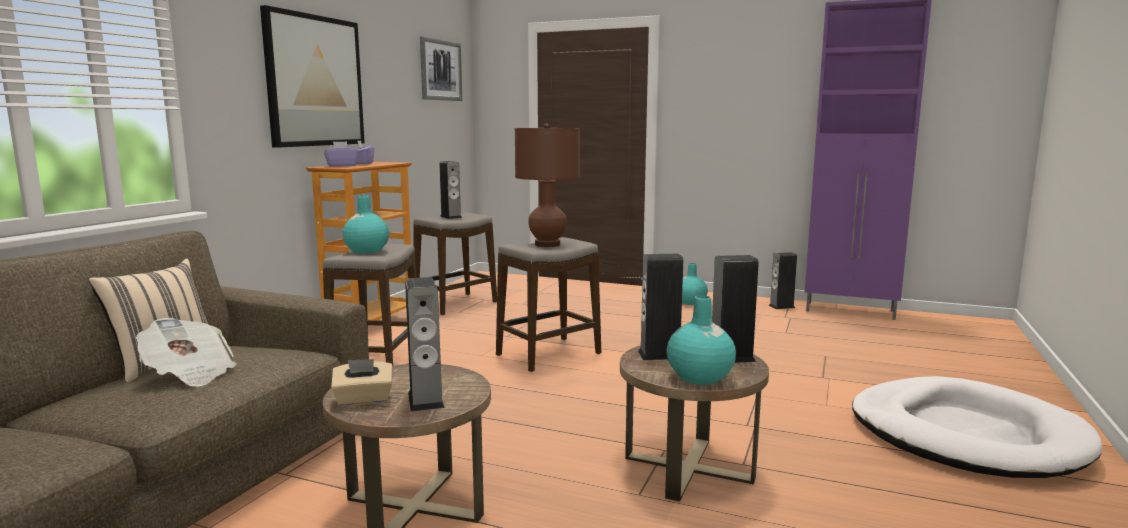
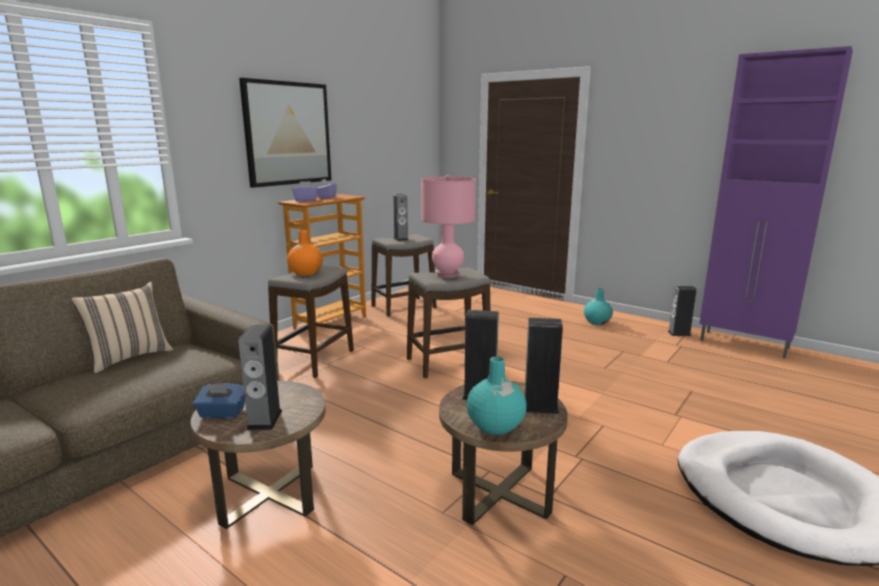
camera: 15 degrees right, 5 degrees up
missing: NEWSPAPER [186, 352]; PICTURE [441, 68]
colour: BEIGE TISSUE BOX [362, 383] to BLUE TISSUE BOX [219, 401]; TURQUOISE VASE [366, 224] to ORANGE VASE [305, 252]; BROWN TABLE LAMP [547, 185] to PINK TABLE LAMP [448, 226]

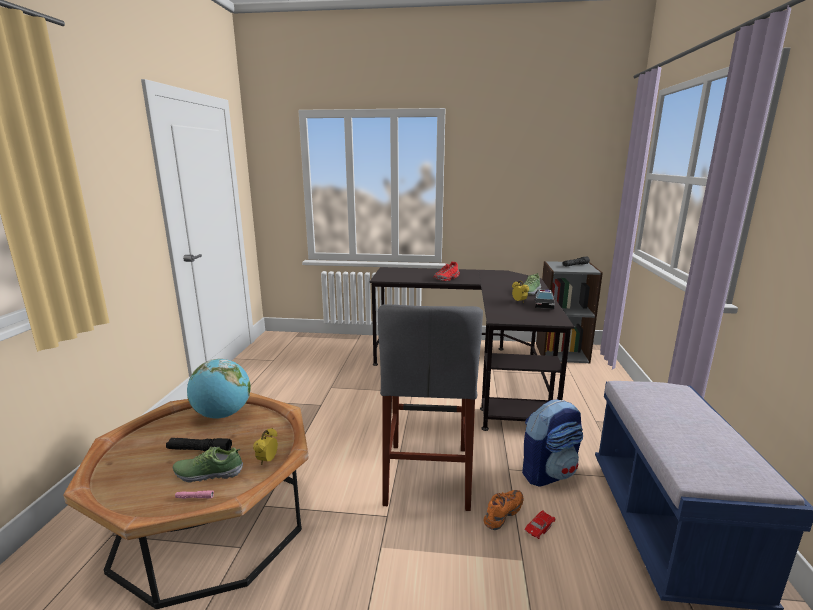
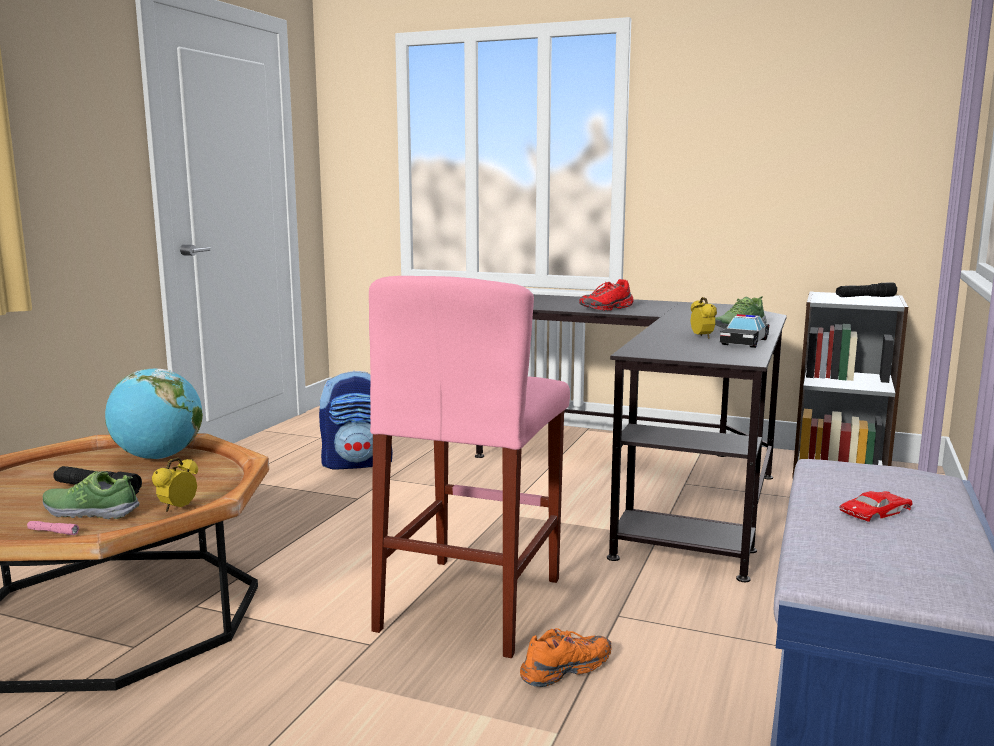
camera: 15 degrees right, 5 degrees down
relocated: BACKPACK [552, 443] to [356, 420]; RED TOY CAR [540, 524] to [875, 506]
colour: GREY STOOL [430, 407] to PINK STOOL [469, 467]

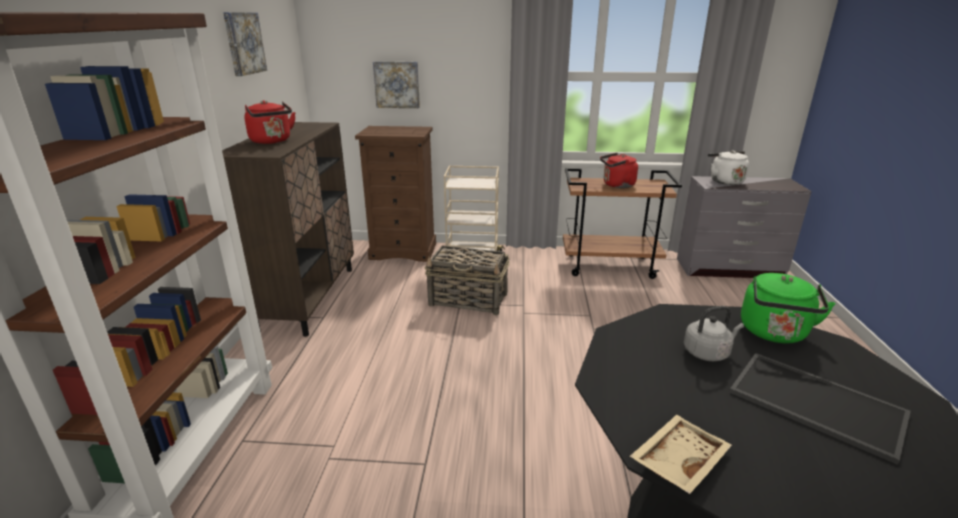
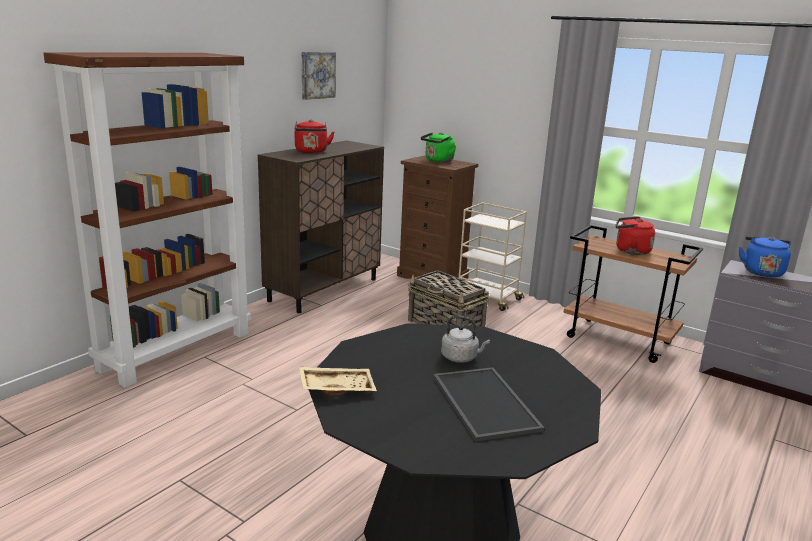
camera: 30 degrees right, 5 degrees down
missing: PICTURE [396, 84]
relocated: GREEN KETTLE [788, 308] to [438, 147]
colour: WHITE KETTLE [728, 167] to BLUE KETTLE [765, 256]

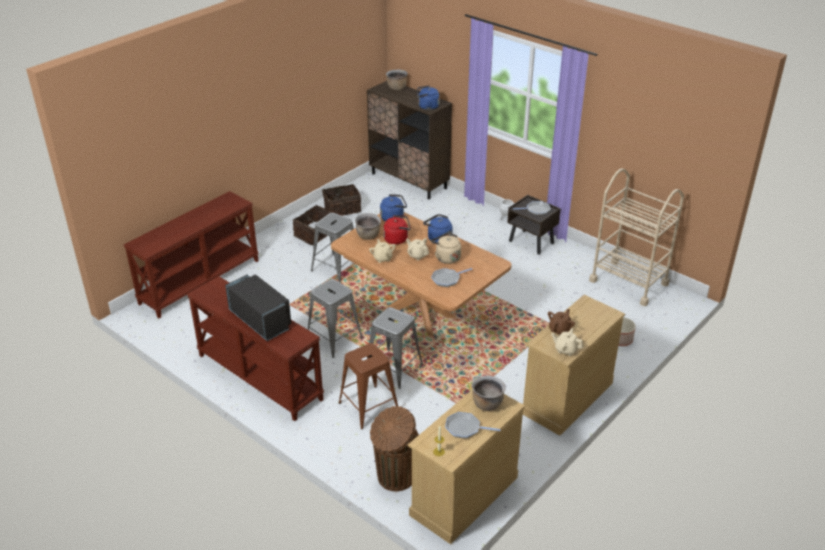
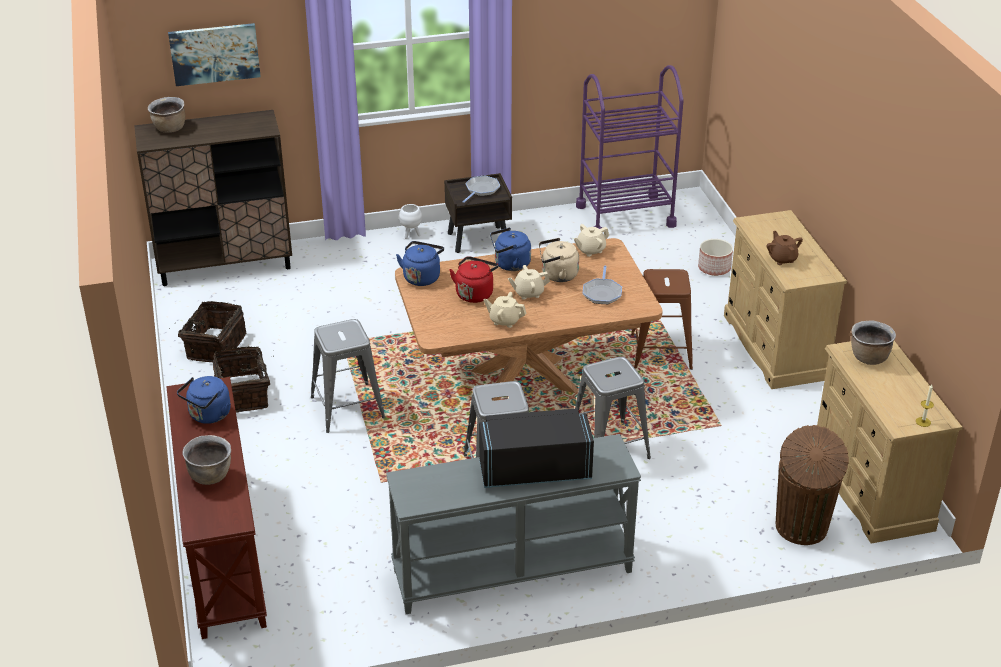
camera: 55 degrees left, 0 degrees up
missing: FRYING PAN [473, 425]
appeared: PICTURE [214, 54]
relocated: BROWN STOOL [368, 386] to [662, 319]; BROWN COOKING POT [368, 226] to [206, 460]; BLUE KETTLE [428, 97] to [204, 400]; BEIGE TEAPOT [567, 342] to [591, 240]
colour: BROWN CONSOLE TABLE [255, 348] to GREY CONSOLE TABLE [513, 524]; BEIGE CART [636, 237] to PURPLE CART [630, 147]

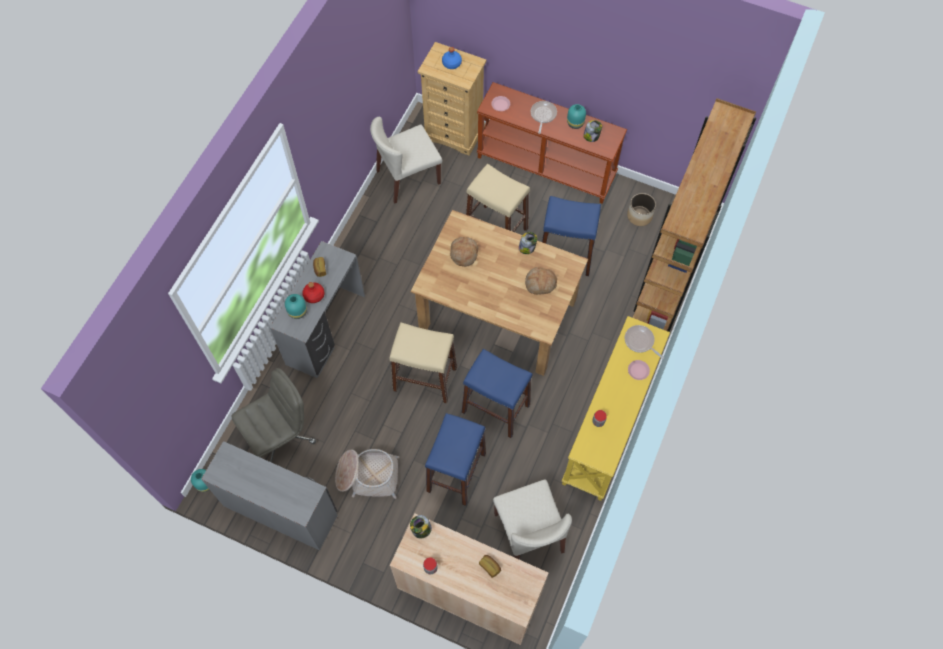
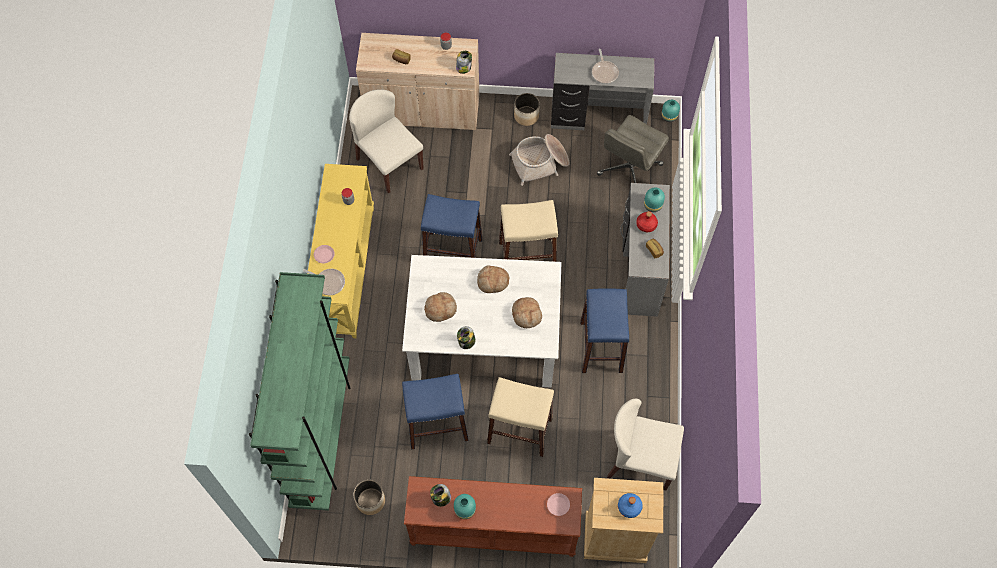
camera: 160 degrees right, 0 degrees up
appeared: BREAD [493, 279]; PLANTER [527, 109]
relocated: BLUE STOOL [455, 459] to [604, 331]; FRYING PAN [544, 117] to [605, 66]
colour: BROWN DINING TABLE [499, 293] to WHITE DINING TABLE [482, 321]; BROWN BOOKCASE [694, 215] to GREEN BOOKCASE [300, 391]
spun: BEIGE CHAIR [406, 160] = [645, 444] 120 degrees counterclockwise

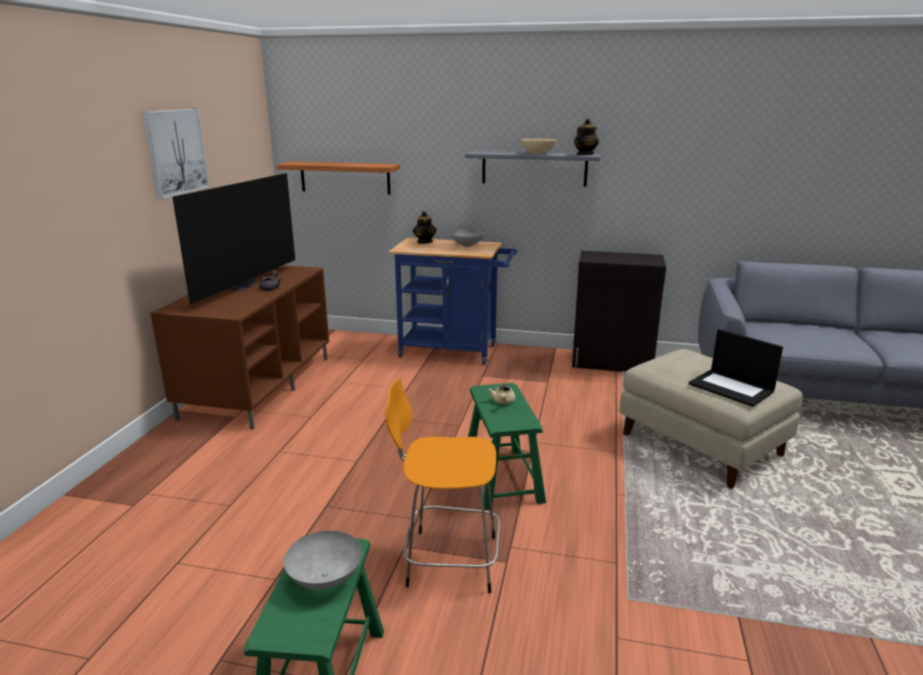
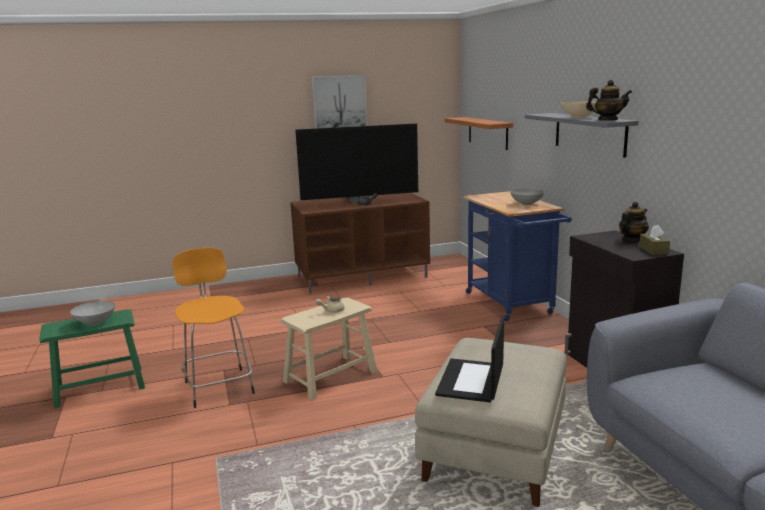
camera: 60 degrees right, 5 degrees down
appeared: BROWN TISSUE BOX [654, 240]
relocated: TEAPOT [425, 227] to [634, 222]
colour: GREEN STOOL [507, 446] to BEIGE STOOL [329, 349]

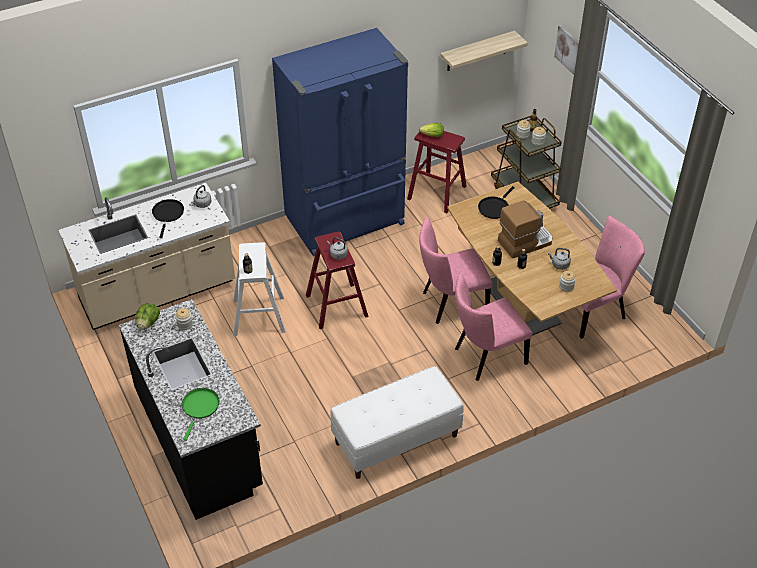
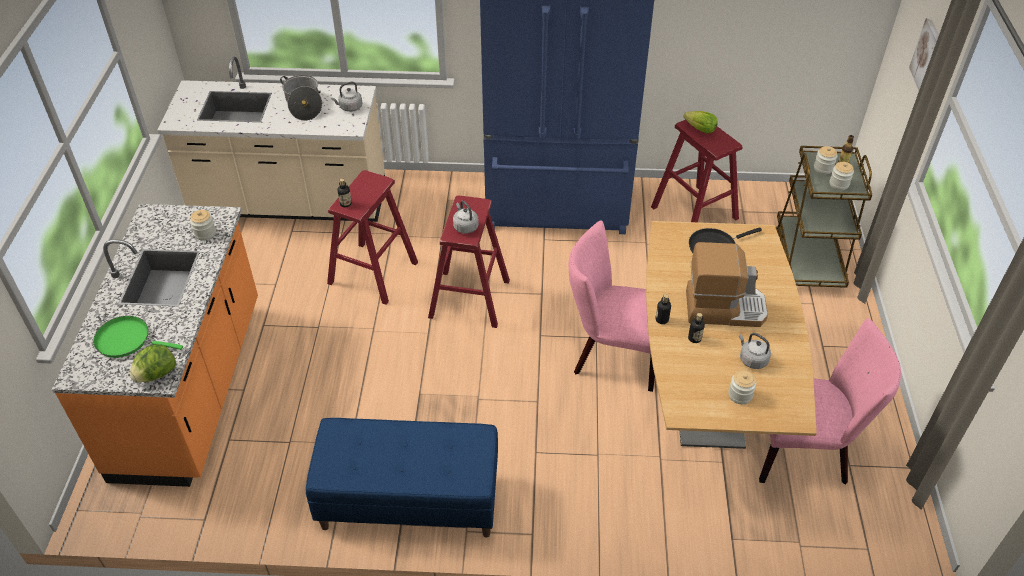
camera: 30 degrees right, 0 degrees up
missing: SHELF [484, 51]; PINK CHAIR [494, 327]
relocated: LETTUCE [147, 316] to [153, 363]
exchanged: BLACK FRYING PAN [168, 218] to COOKING POT [301, 98]
colour: BLACK COUNTER [191, 409] to ORANGE COUNTER [155, 345]; WHITE STOOL [259, 289] to RED STOOL [372, 237]; WHITE BENCH [397, 422] to BLUE BENCH [402, 478]
spun: GREEN FRYING PAN [200, 414] = [138, 337] 120 degrees counterclockwise

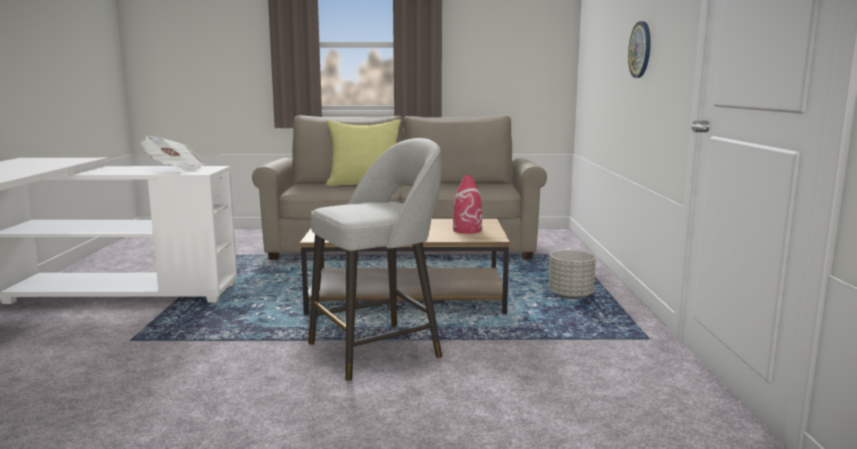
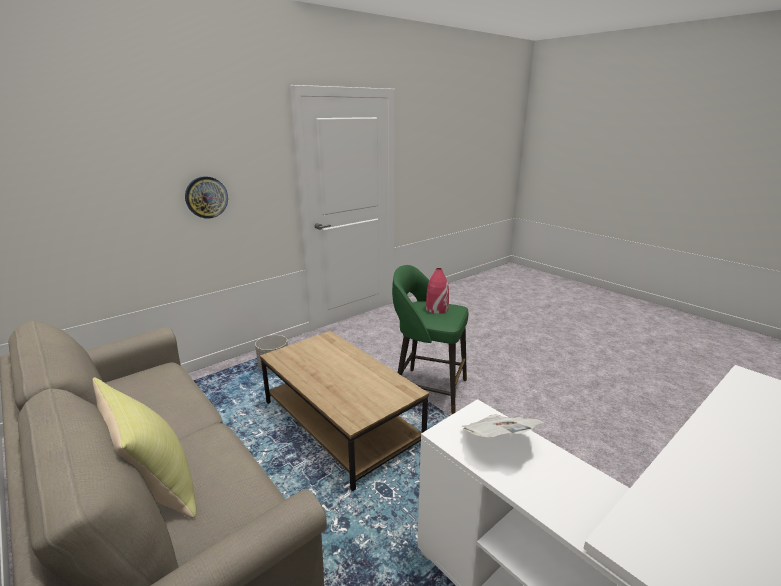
camera: 130 degrees left, 10 degrees up
relocated: RED VASE [467, 204] to [437, 291]
colour: GREY STOOL [375, 259] to GREEN STOOL [430, 339]

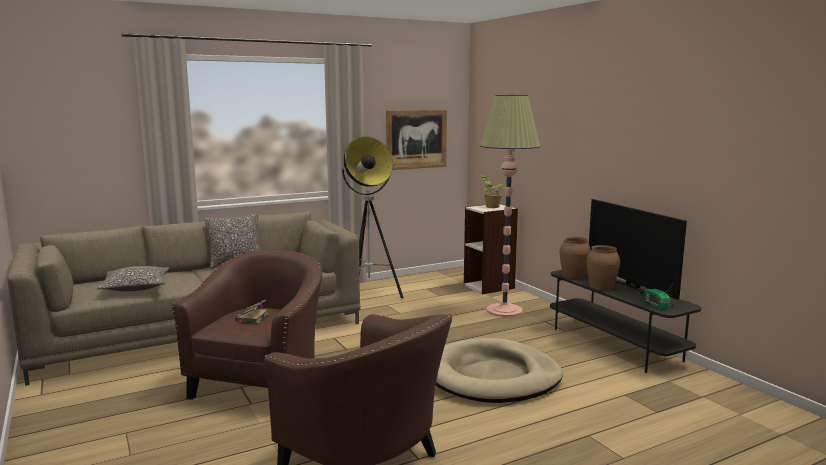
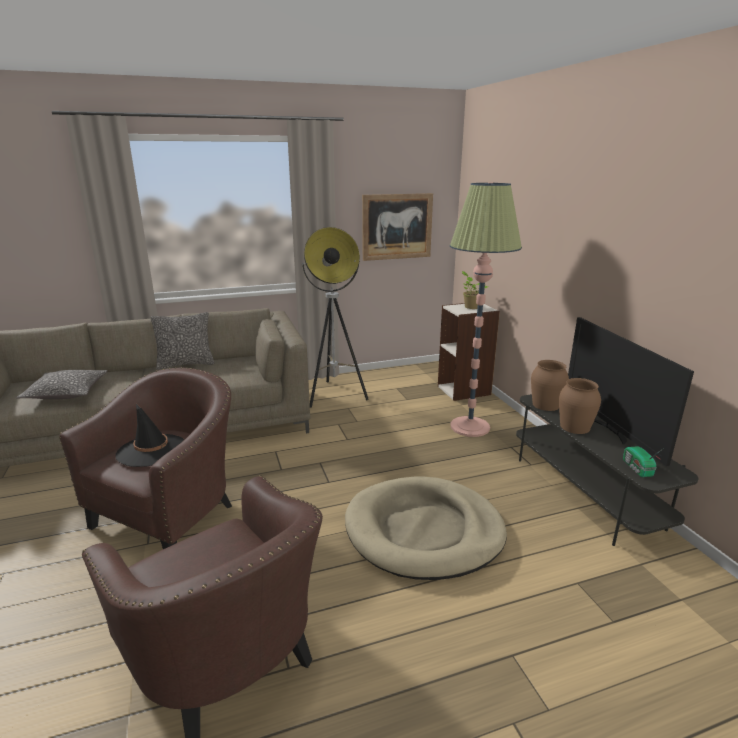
camera: 10 degrees right, 10 degrees up
exchanged: BOOK [252, 312] to BLACK HAT [150, 435]

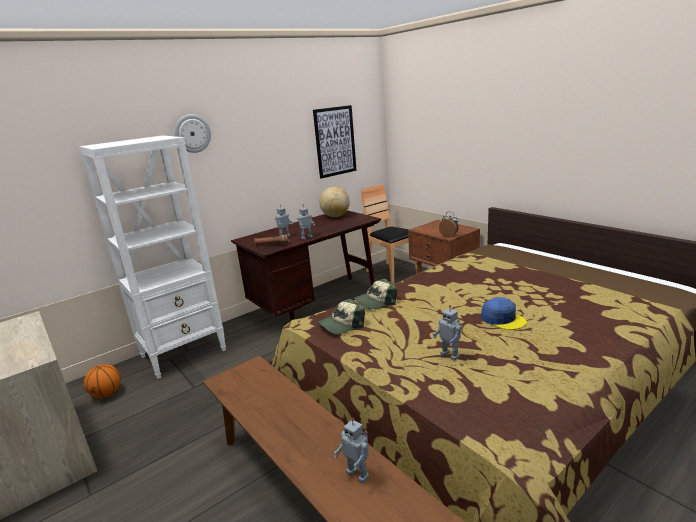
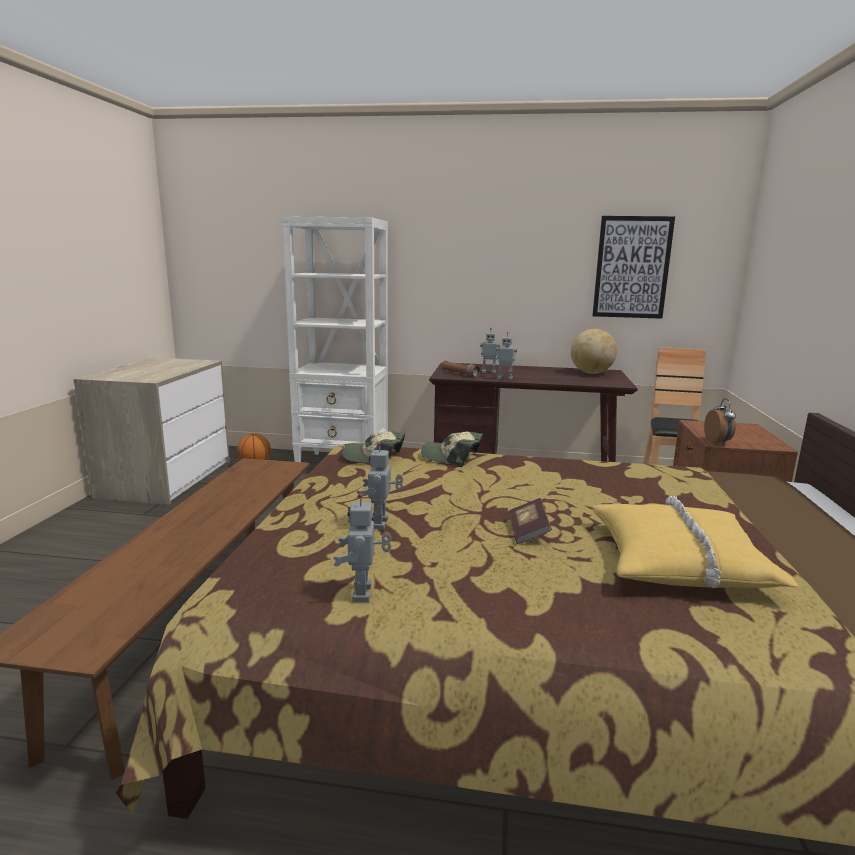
camera: 45 degrees right, 5 degrees down
missing: WALL CLOCK [192, 133]
appeared: YELLOW PILLOW [695, 542]
relocated: TOY ROBOT [351, 450] to [362, 547]
exchanged: BLUE CAP [504, 313] to BOOK [530, 521]

